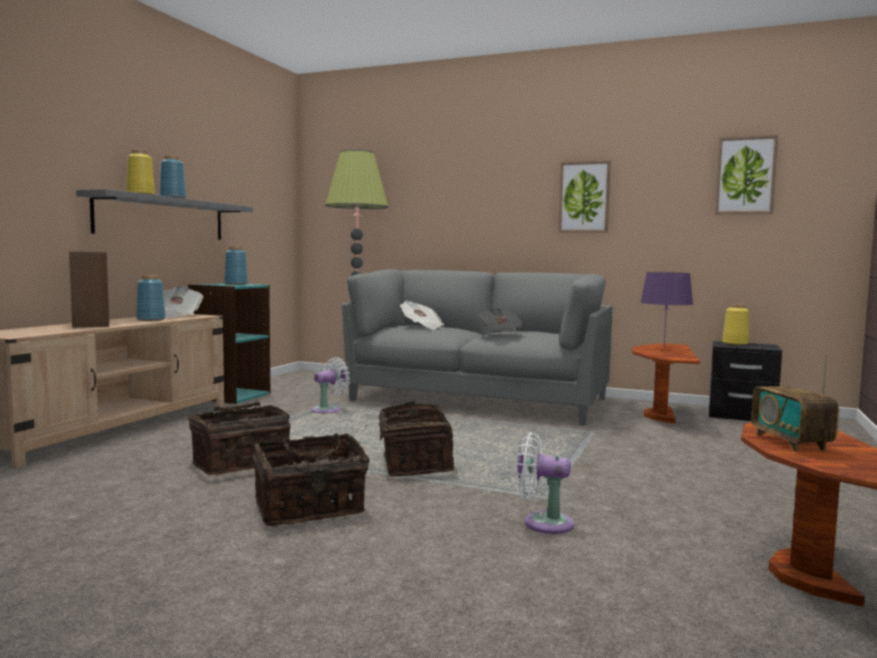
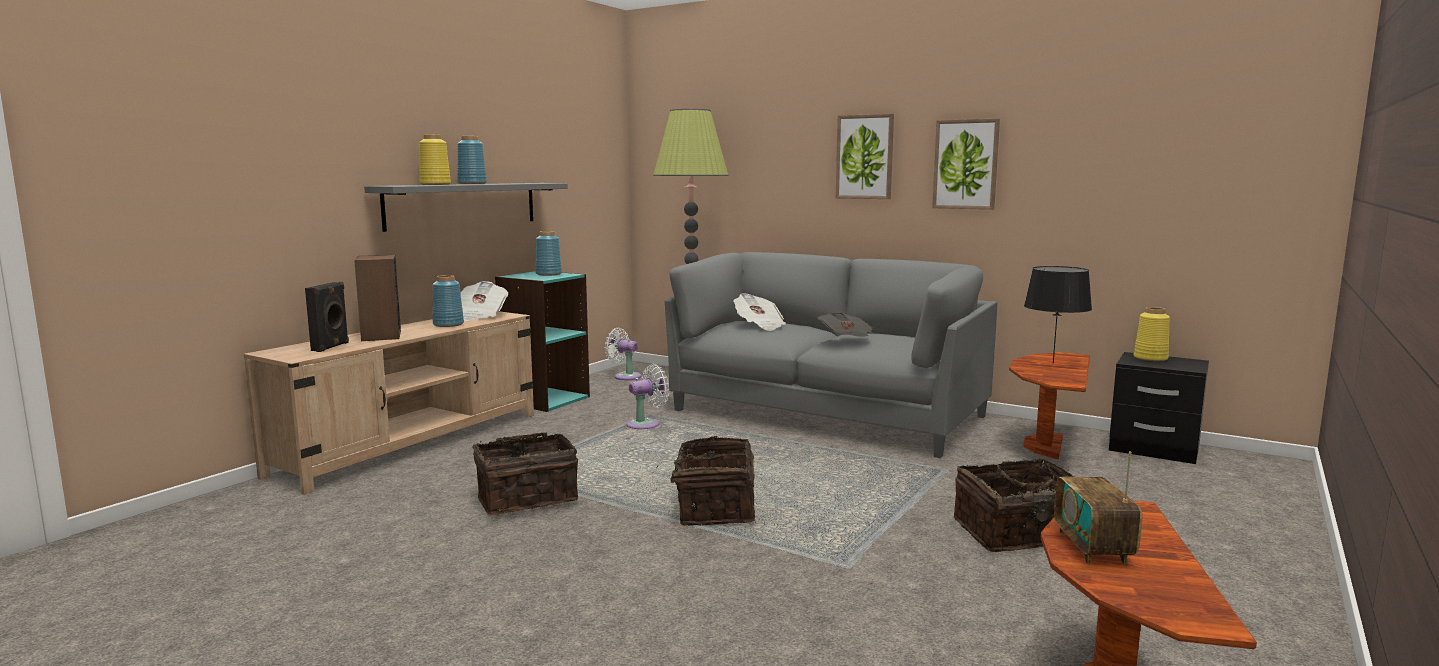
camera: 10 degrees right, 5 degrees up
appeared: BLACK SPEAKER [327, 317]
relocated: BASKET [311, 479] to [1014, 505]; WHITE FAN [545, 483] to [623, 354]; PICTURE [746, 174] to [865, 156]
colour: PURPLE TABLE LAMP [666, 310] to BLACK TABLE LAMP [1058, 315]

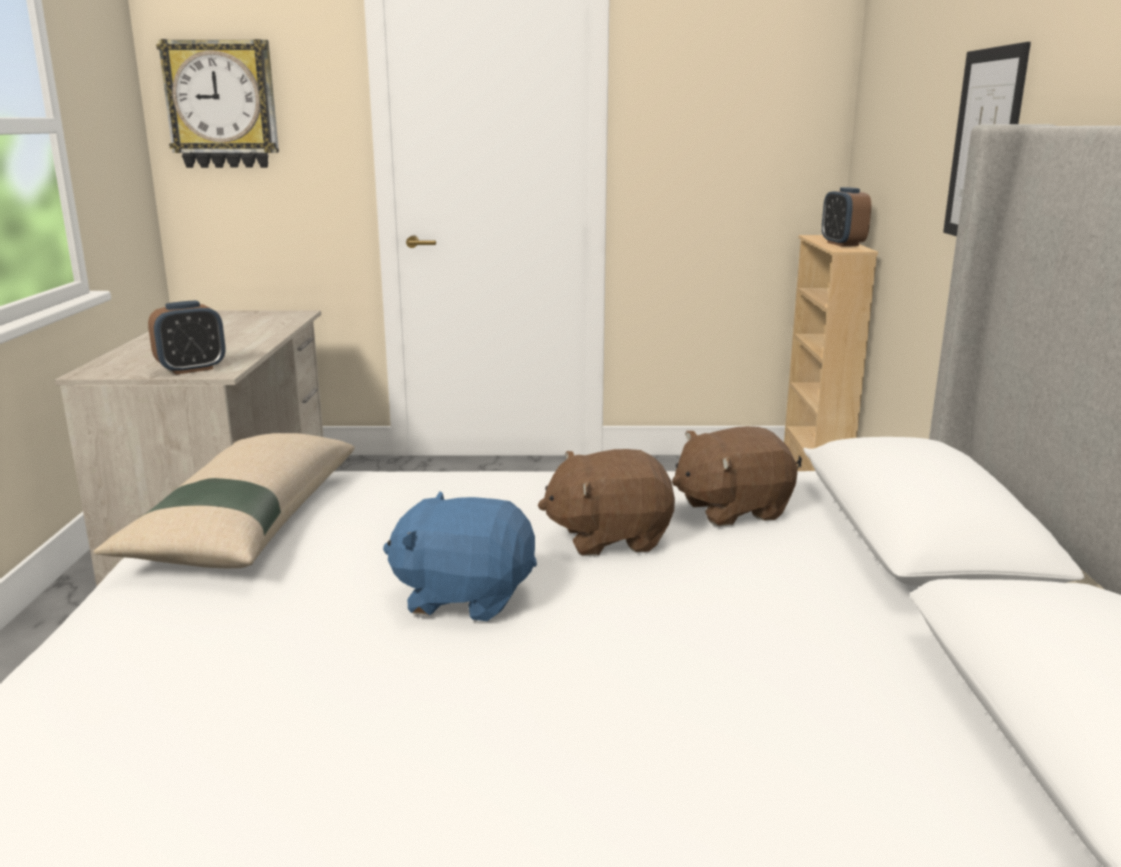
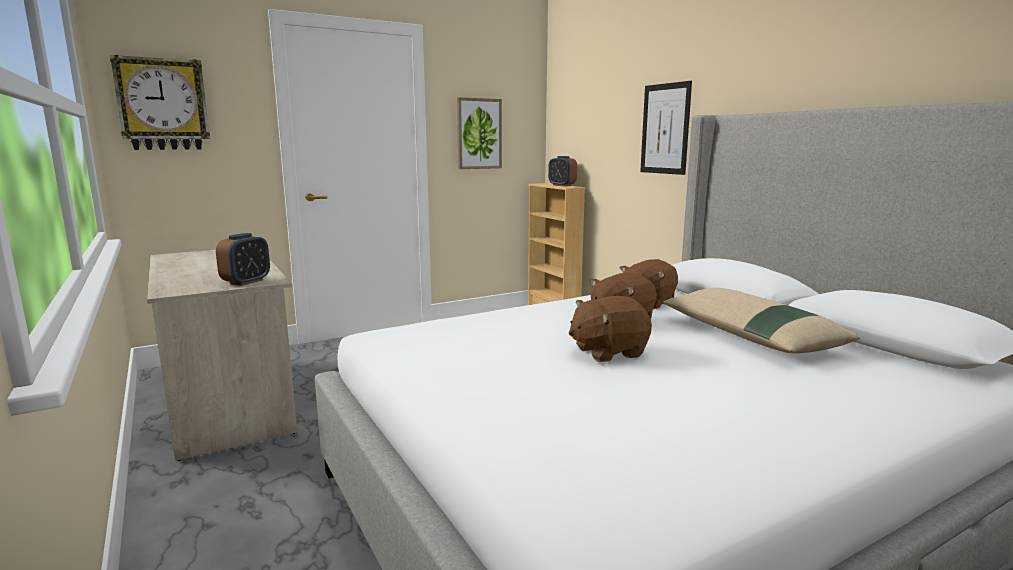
camera: 30 degrees left, 5 degrees down
appeared: PICTURE [479, 133]
relocated: BEIGE PILLOW [224, 500] to [761, 320]
colour: BLUE PLUSH TOY [460, 556] to BROWN PLUSH TOY [610, 329]

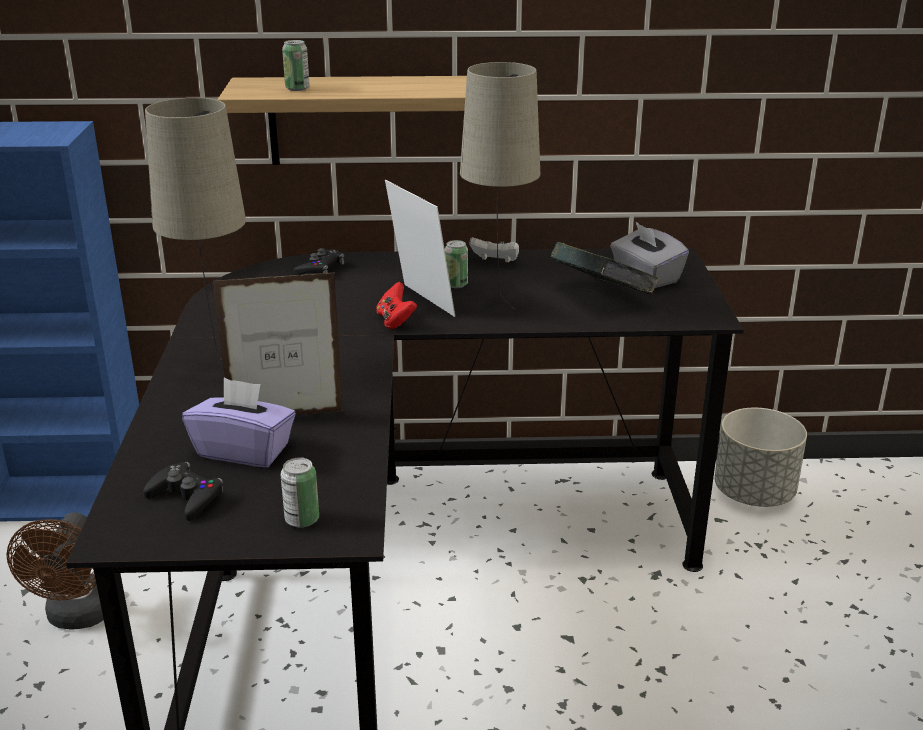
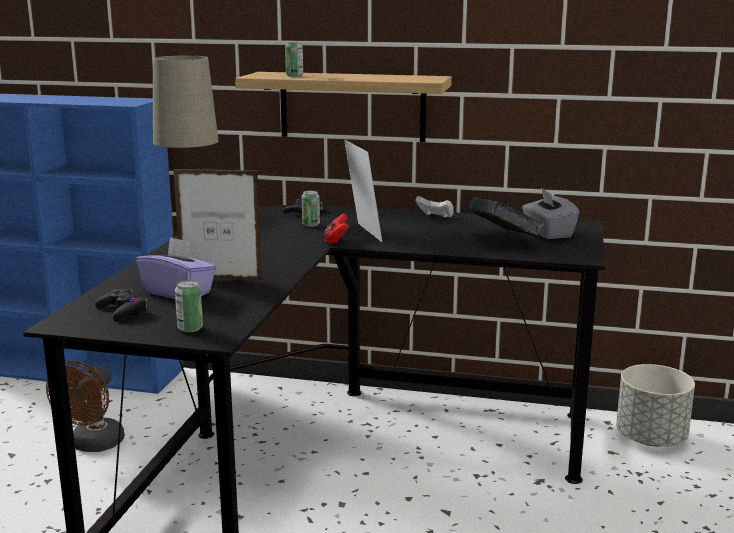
camera: 15 degrees right, 10 degrees down
missing: BEIGE TABLE LAMP [500, 186]
relocated: CAN [456, 264] to [311, 209]

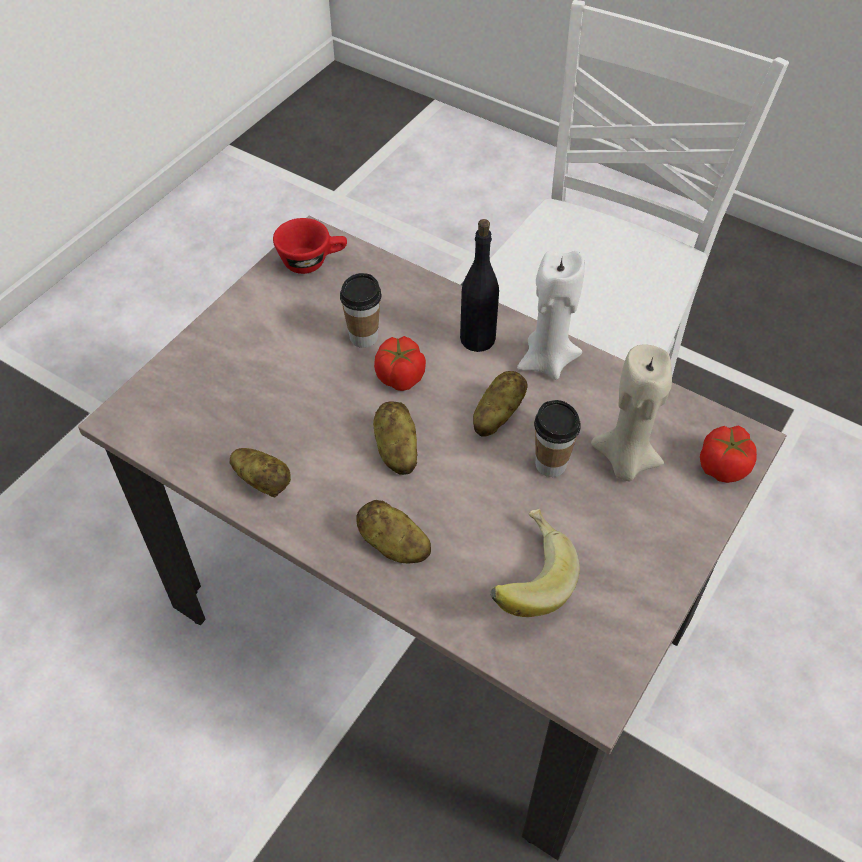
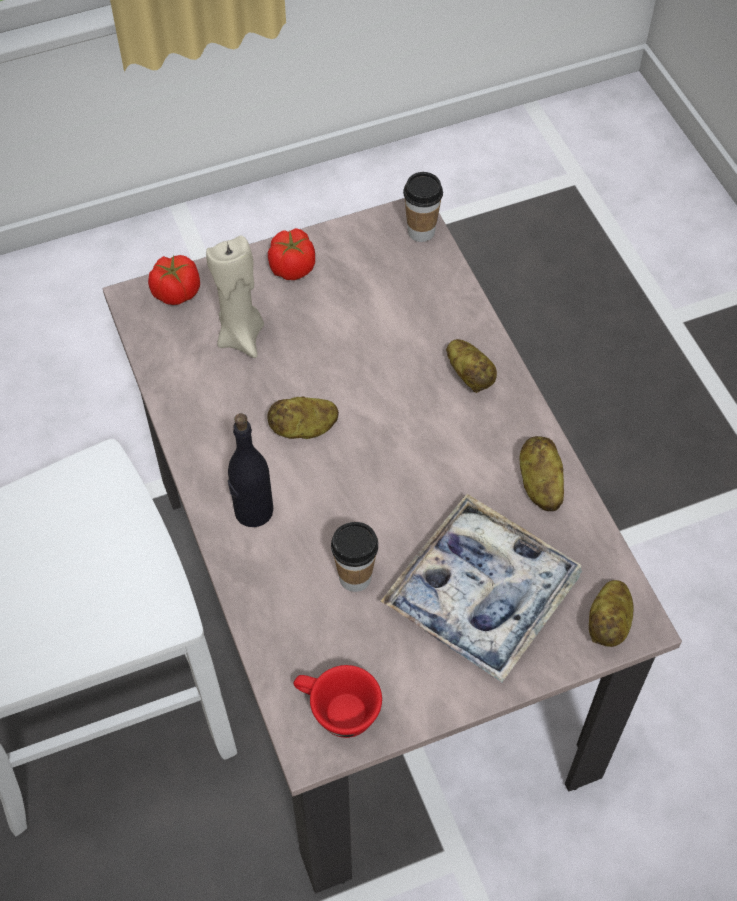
camera: 145 degrees left, 5 degrees up
missing: BANANA [535, 563]; WHITE CANDLE [551, 315]
appeared: TRAY [481, 588]
relocated: POTATO [395, 438] to [611, 613]; TOMATO [400, 363] to [291, 254]; CUP [557, 438] to [423, 207]

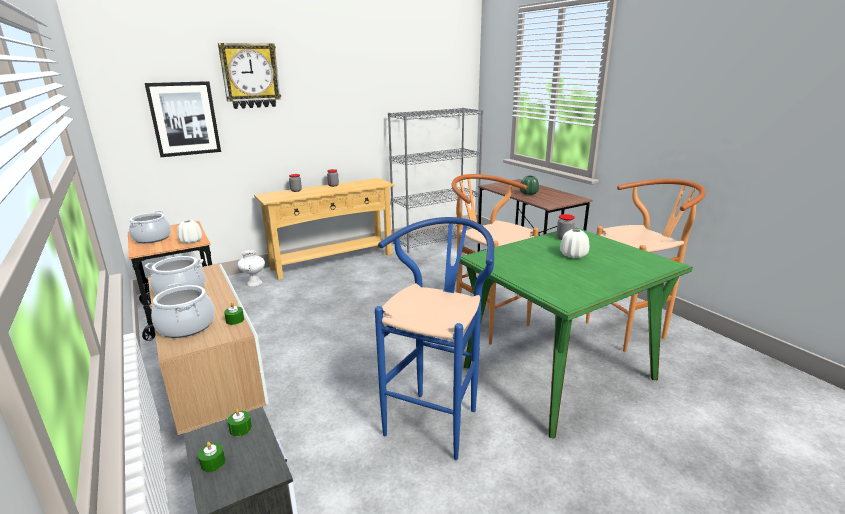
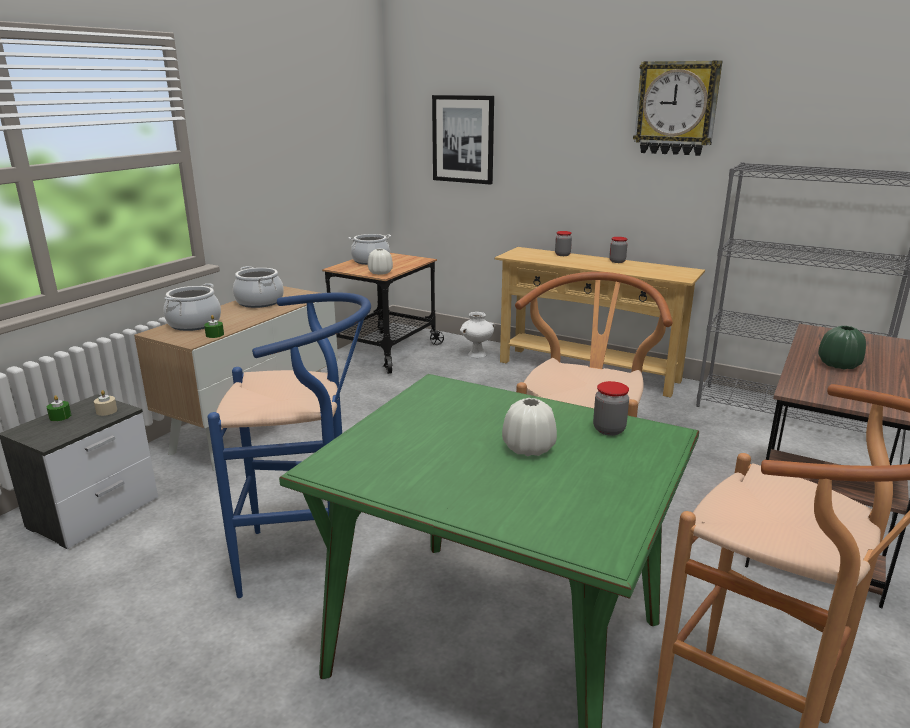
camera: 60 degrees right, 0 degrees up
relocated: WALL CLOCK [249, 76] to [677, 108]
colour: GREEN CANDLE [240, 422] to BEIGE CANDLE [105, 403]

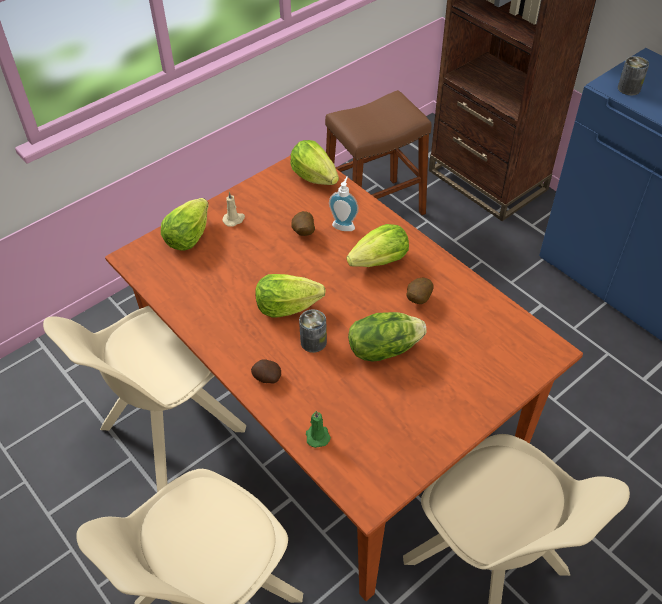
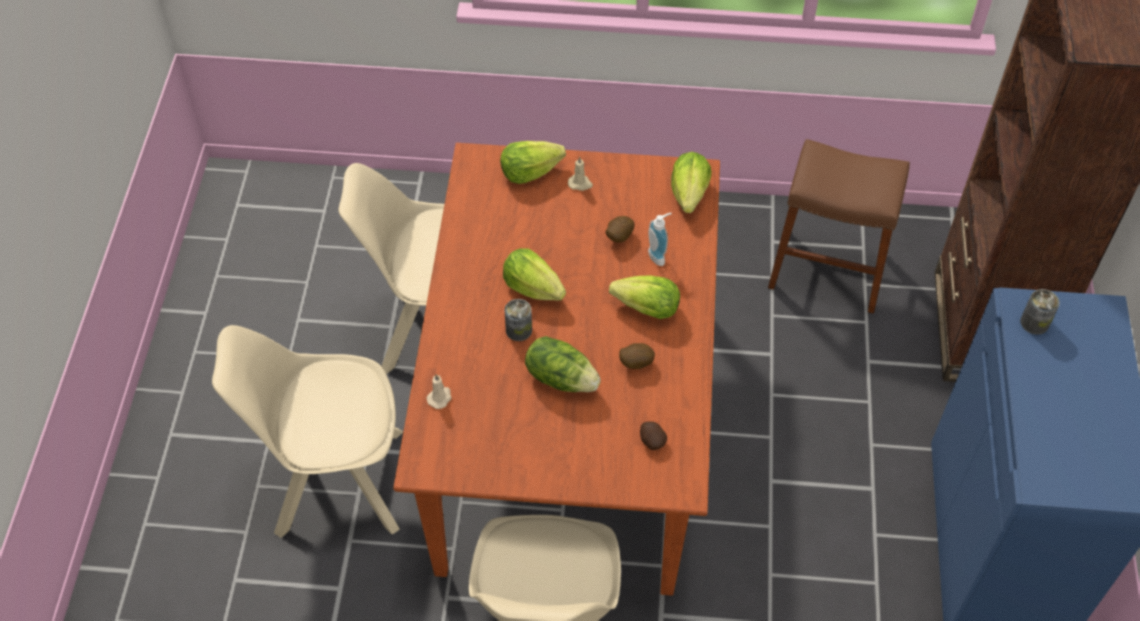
camera: 45 degrees right, 5 degrees up
relocated: POTATO [266, 371] to [653, 435]
colour: GREEN CANDLE [318, 429] to BEIGE CANDLE [439, 391]

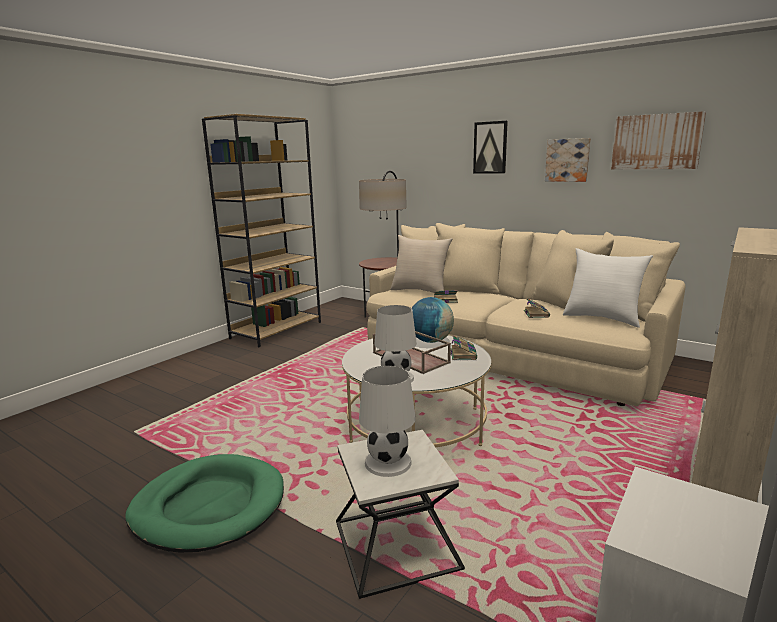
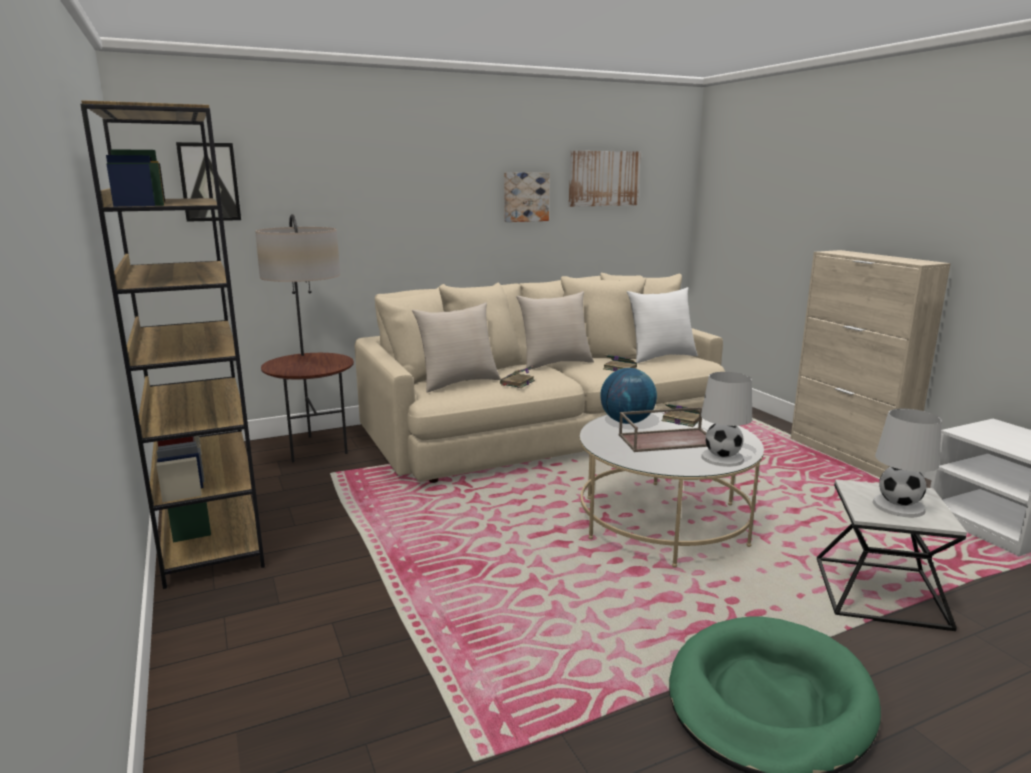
camera: 60 degrees left, 0 degrees up
appeared: BEIGE PILLOW [555, 330]
relocated: PICTURE [490, 147] to [208, 182]

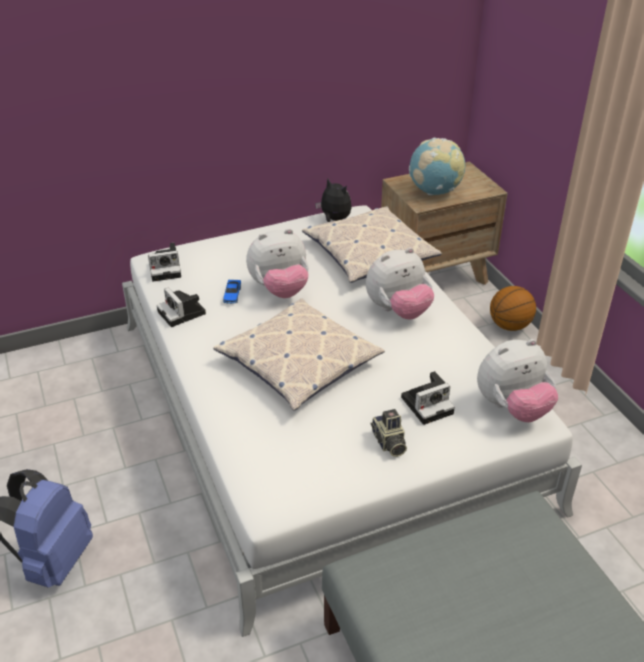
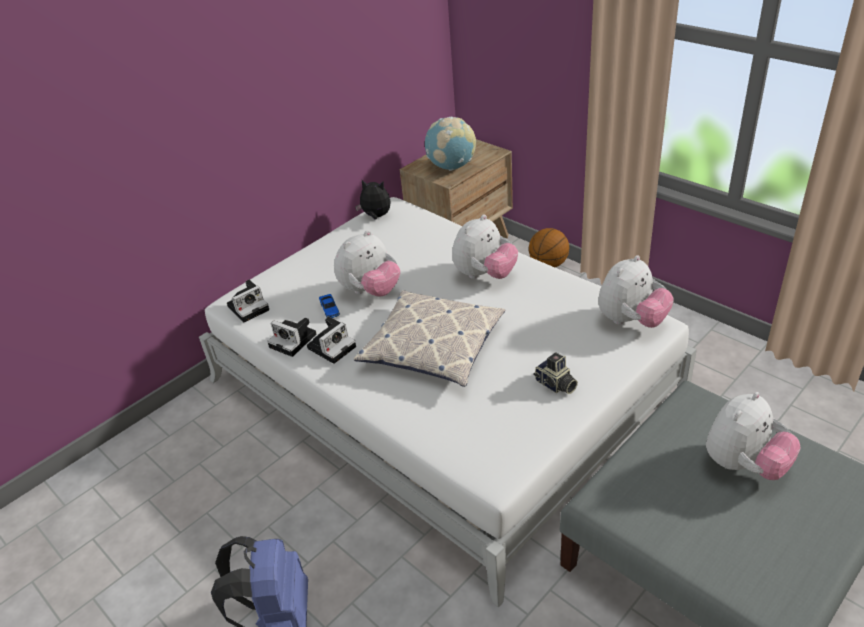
camera: 20 degrees left, 0 degrees up
missing: PILLOW [372, 244]
appeared: PLUSH TOY [753, 436]
relocated: PHOTO CAMERA [428, 398] to [331, 340]

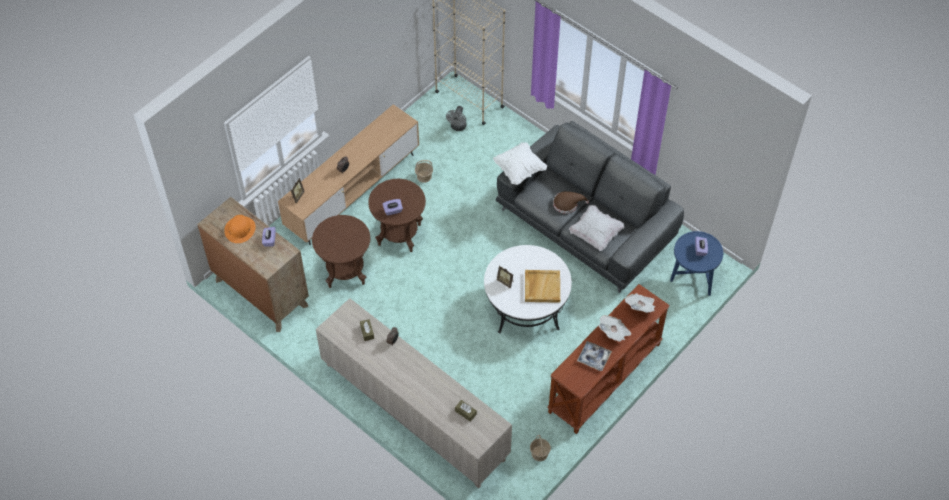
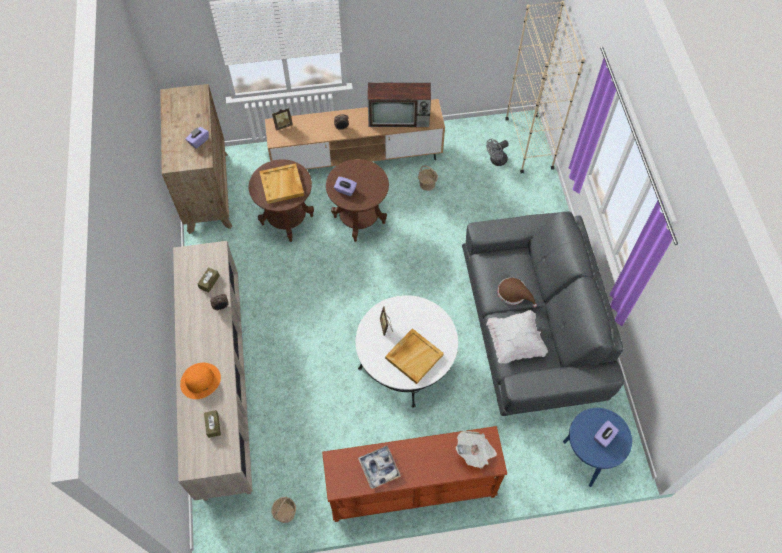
camera: 40 degrees right, 5 degrees up
missing: WHITE PILLOW [520, 163]; NEWSPAPER [615, 328]
appeared: BEIGE TRAY [281, 183]; TELEVISION [399, 104]
relocated: ORANGE HAT [240, 229] to [200, 381]

